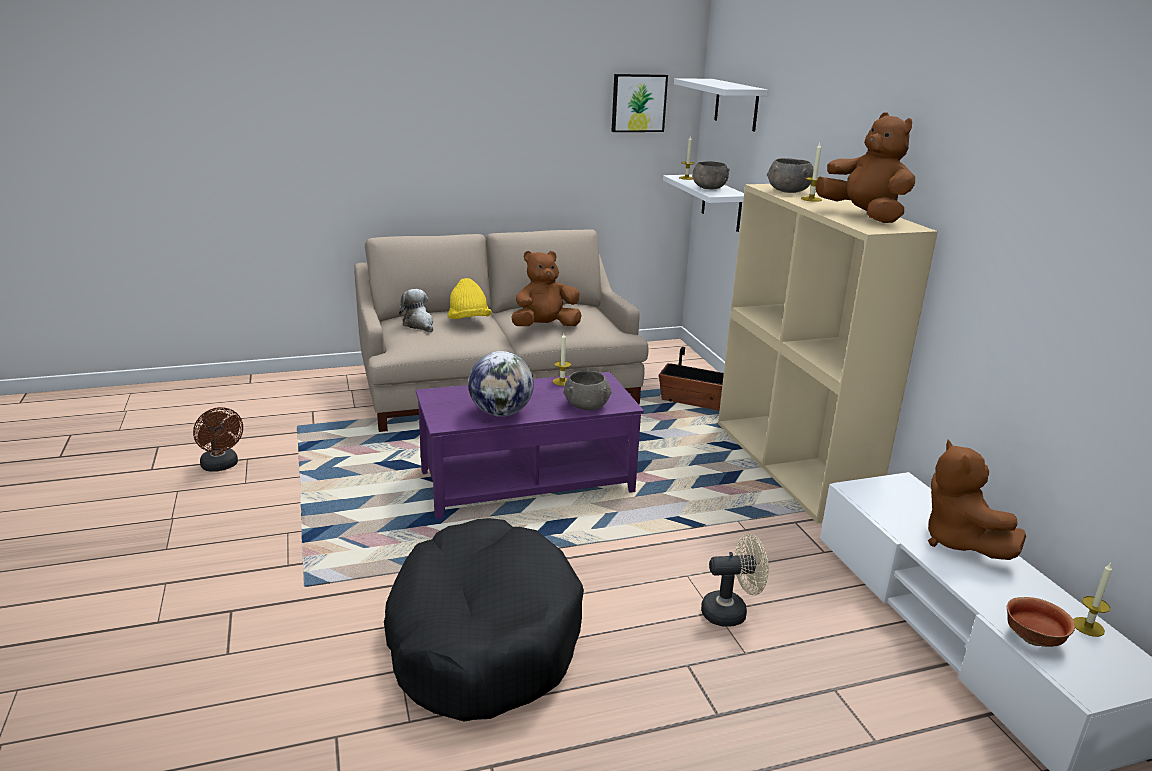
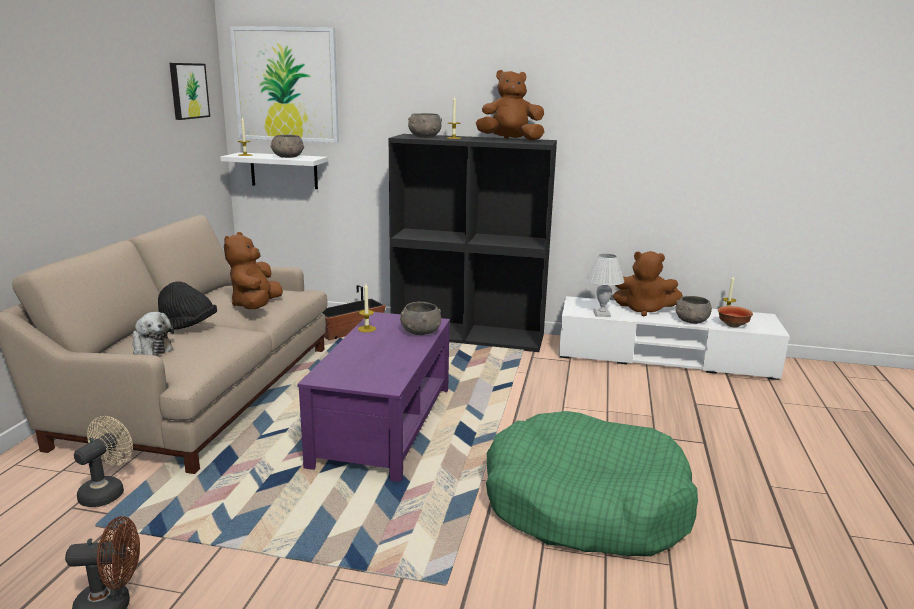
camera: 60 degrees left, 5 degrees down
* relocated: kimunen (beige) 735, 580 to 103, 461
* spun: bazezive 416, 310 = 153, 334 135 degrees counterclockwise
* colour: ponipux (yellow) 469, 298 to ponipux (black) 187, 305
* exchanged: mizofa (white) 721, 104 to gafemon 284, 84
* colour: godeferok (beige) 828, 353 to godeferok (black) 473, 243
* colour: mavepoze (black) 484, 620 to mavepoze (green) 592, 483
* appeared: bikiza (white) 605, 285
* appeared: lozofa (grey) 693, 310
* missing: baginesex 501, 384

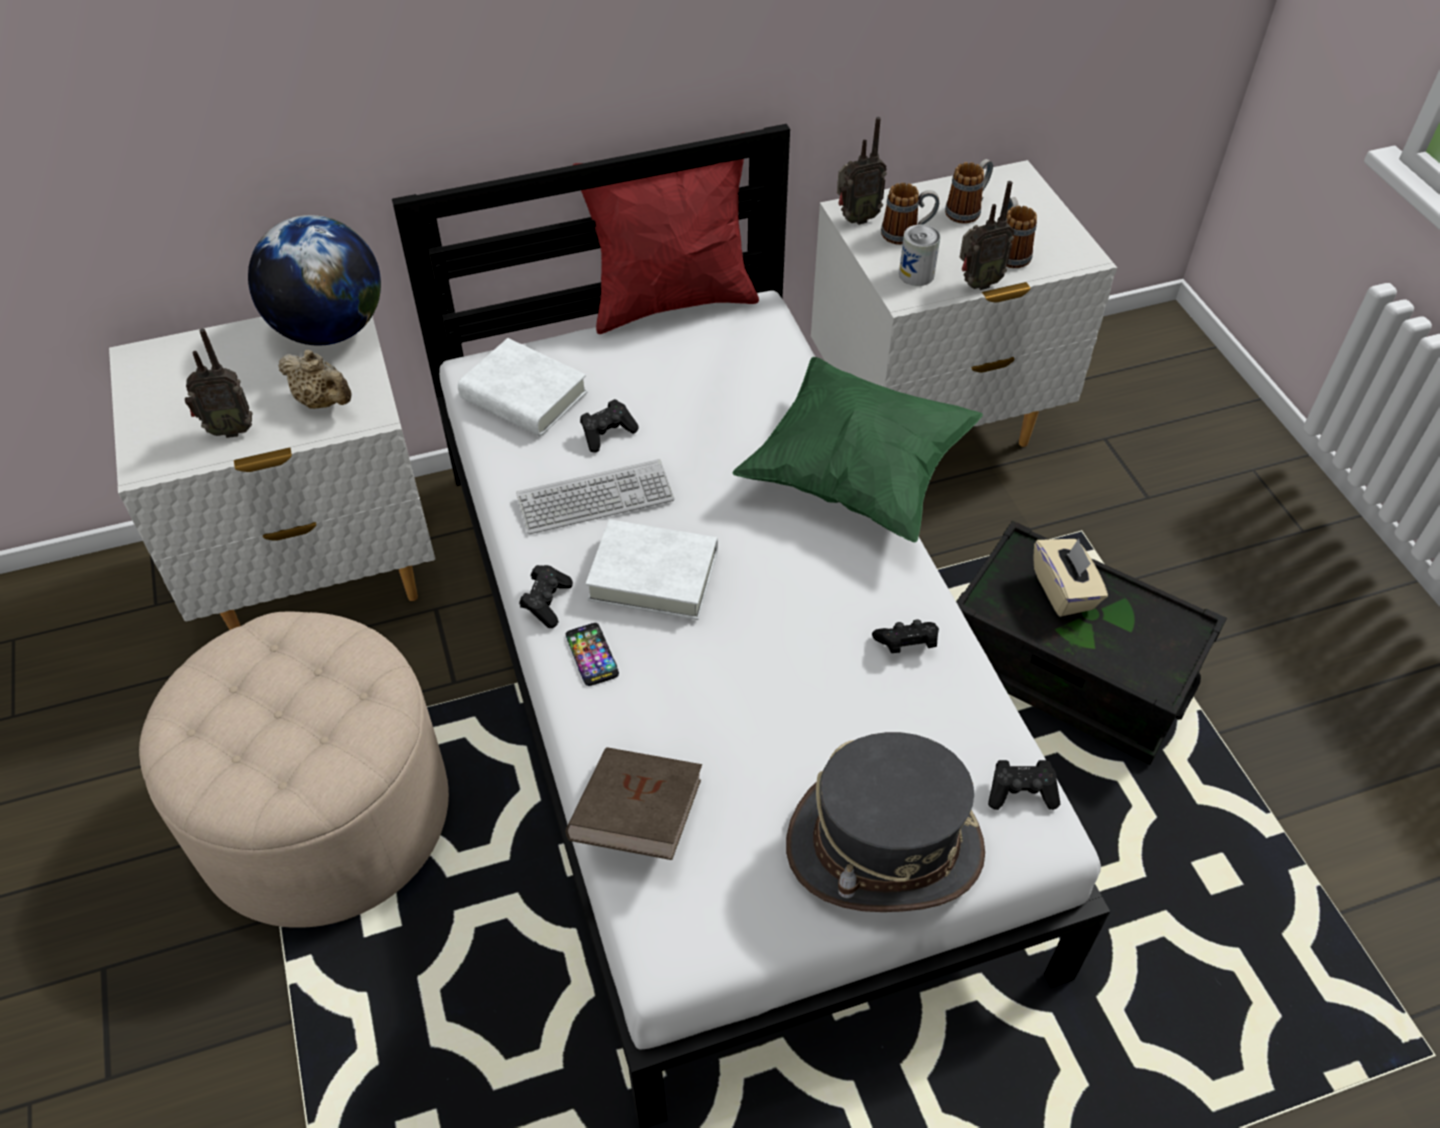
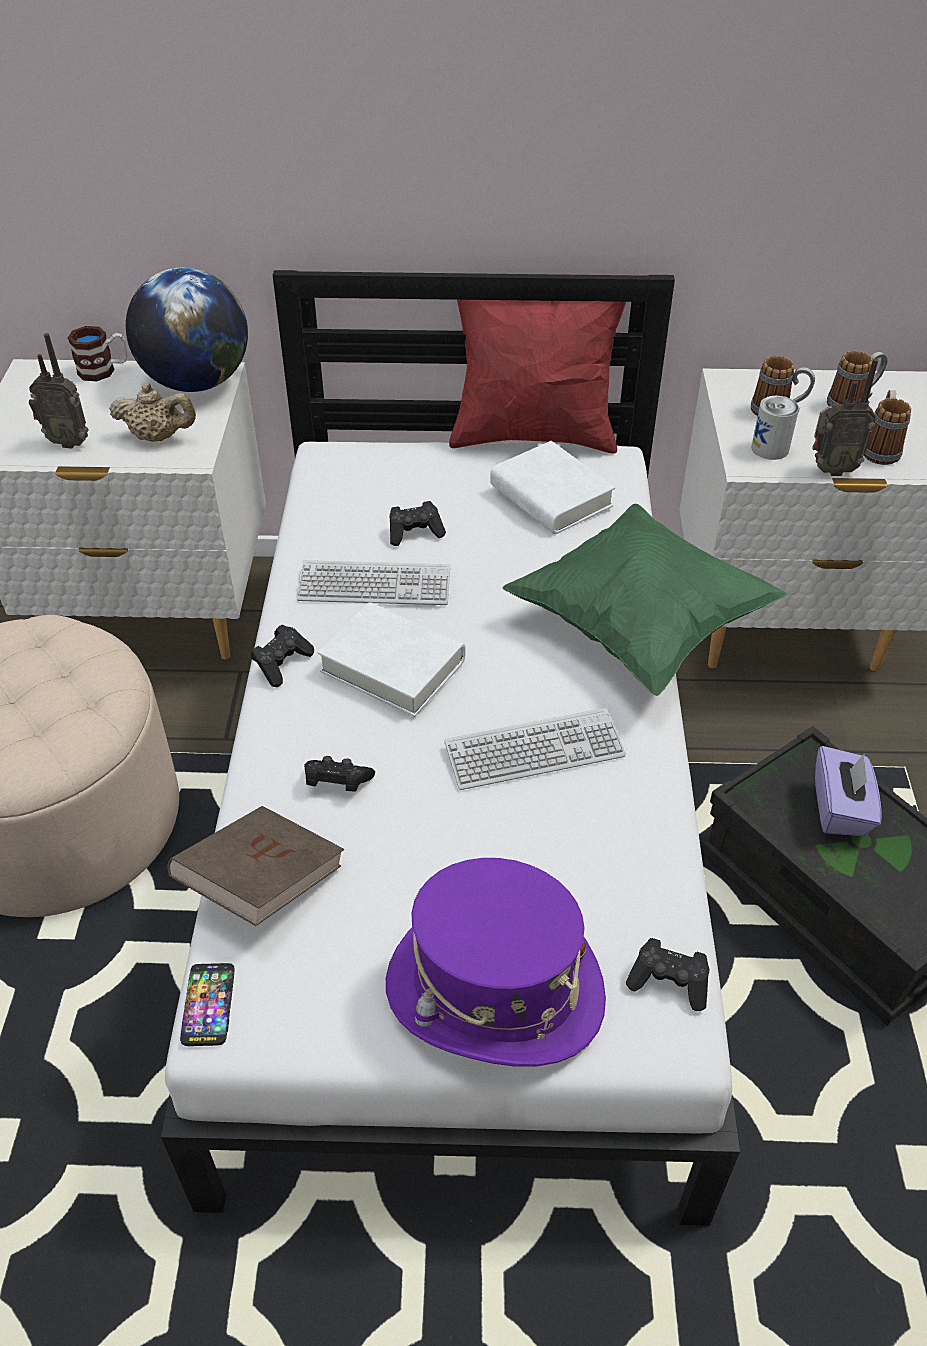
camera: 20 degrees right, 5 degrees down
* appeared: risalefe 97, 353
* spun: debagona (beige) 314, 379 = 152, 412 45 degrees counterclockwise
* relocated: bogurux 592, 654 to 207, 1004
* relocated: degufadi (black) 905, 636 to 339, 774
* colour: ponipux (grey) 885, 822 to ponipux (purple) 496, 962
* appeared: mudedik 535, 749
* relocated: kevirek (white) 523, 387 to 552, 487
* colour: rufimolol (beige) 1070, 578 to rufimolol (purple) 848, 791
* missing: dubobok 862, 171

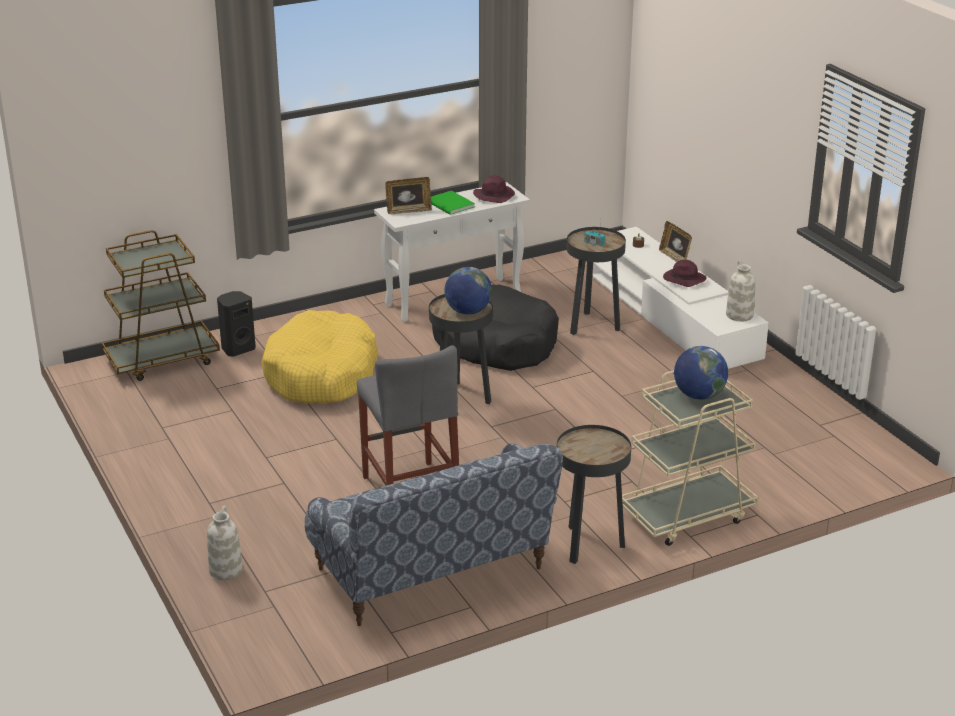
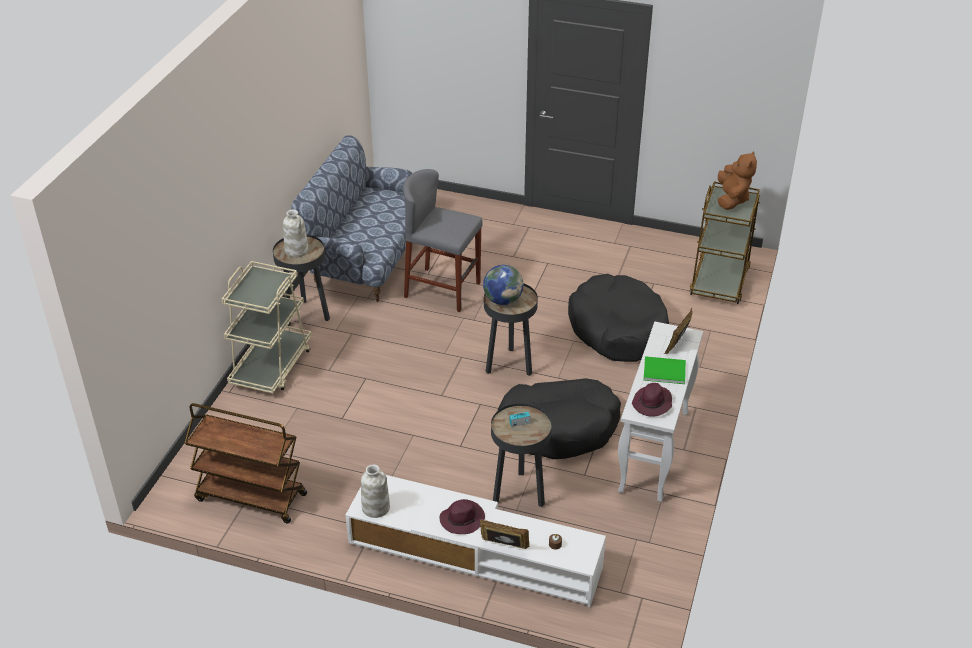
camera: 135 degrees right, 10 degrees up
* appeared: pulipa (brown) 246, 463
* relocated: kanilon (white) 225, 543 to 296, 234
* colour: mavepoze (yellow) 319, 357 to mavepoze (black) 618, 318
* appeared: bazezive (brown) 737, 180
* missing: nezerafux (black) 236, 324
* missing: baginesex 701, 373

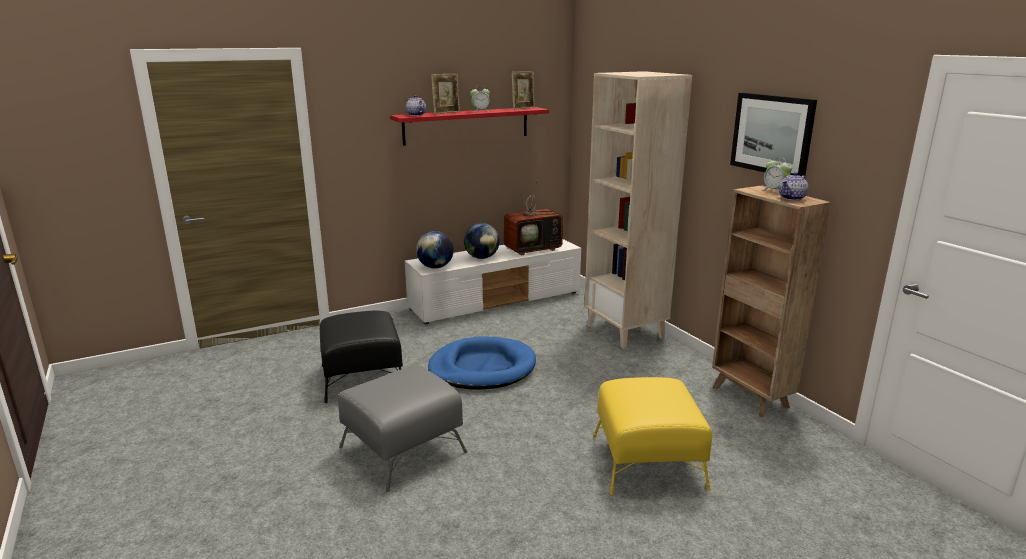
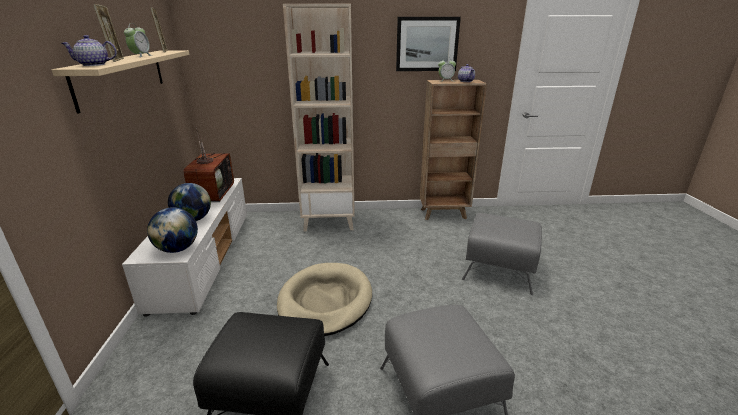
camera: 65 degrees left, 5 degrees up
* colour: mizofa (red) 469, 126 to mizofa (beige) 121, 82
* colour: mavepoze (blue) 482, 363 to mavepoze (beige) 324, 299
* colour: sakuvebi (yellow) 652, 436 to sakuvebi (grey) 502, 254

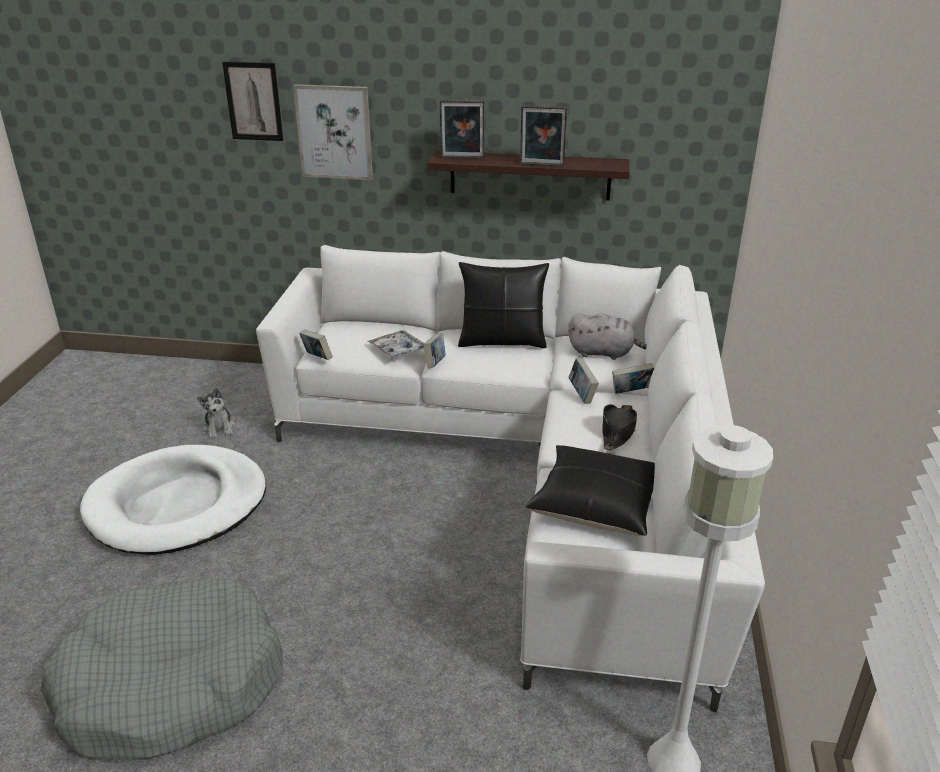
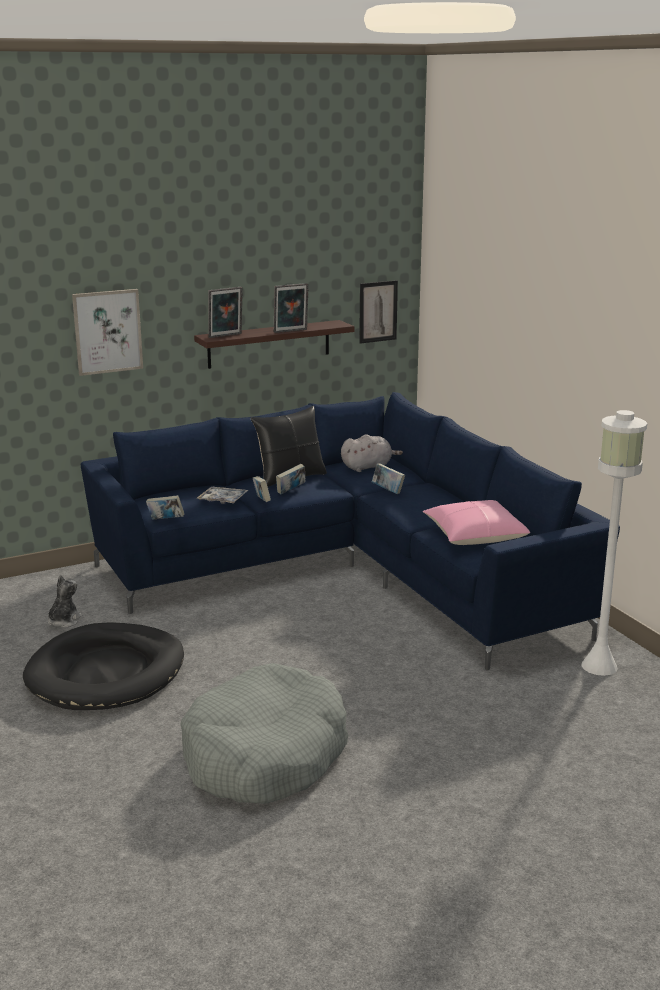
camera: 35 degrees left, 10 degrees down
* colour: mavepoze (white) 173, 500 to mavepoze (black) 103, 666
* spun: bazezive 216, 413 = 65, 601 105 degrees counterclockwise
* colour: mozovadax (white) 510, 478 to mozovadax (blue) 350, 531
* relocated: kevirek 633, 378 to 290, 479
* relocated: gafemon 252, 101 to 378, 312
* colour: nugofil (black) 590, 490 to nugofil (pink) 477, 522
* missing: ponipux (black) 619, 427

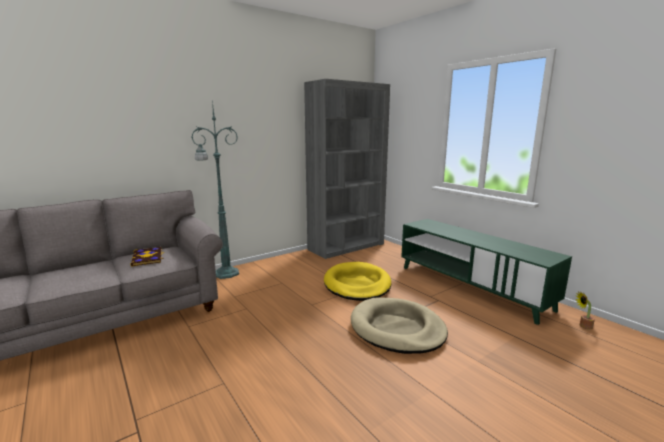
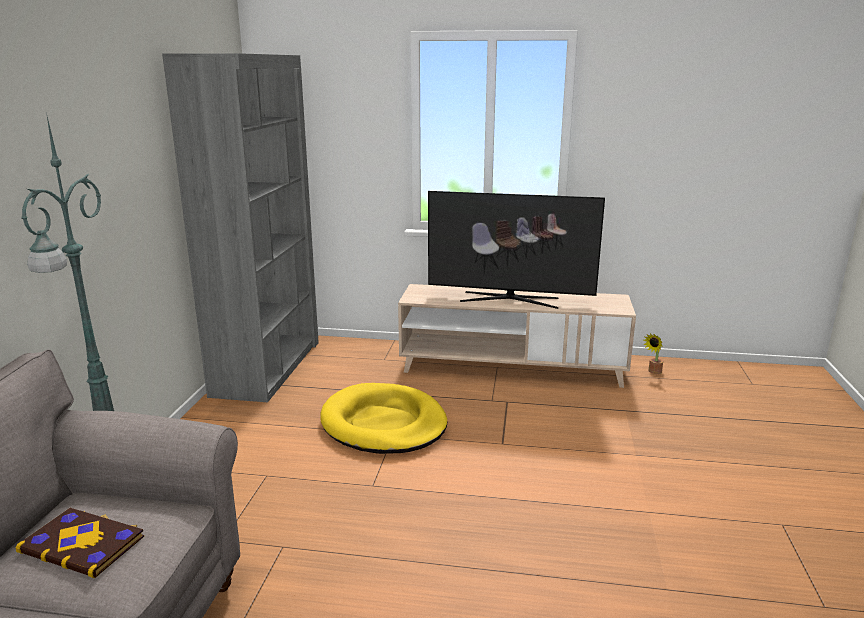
camera: 45 degrees left, 5 degrees up
* colour: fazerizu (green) 486, 272 to fazerizu (beige) 517, 336
* appeared: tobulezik 516, 250
* missing: mavepoze (beige) 399, 325

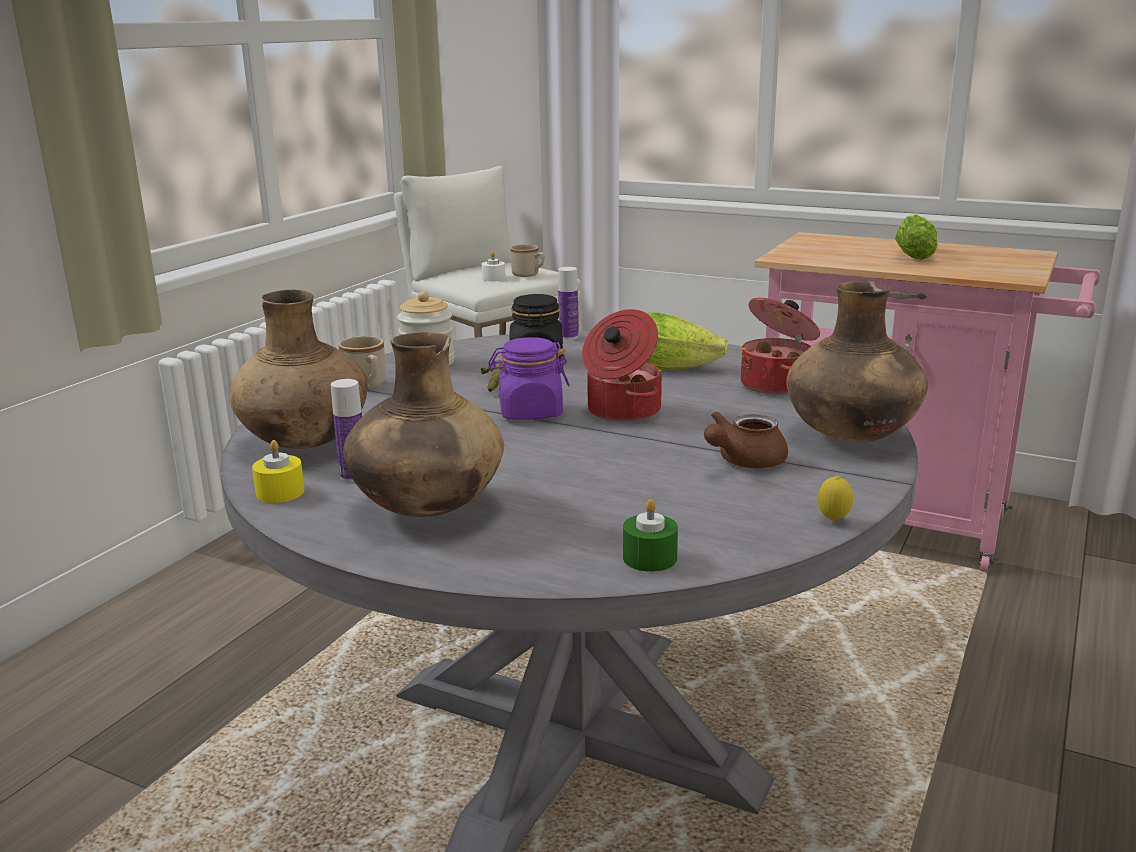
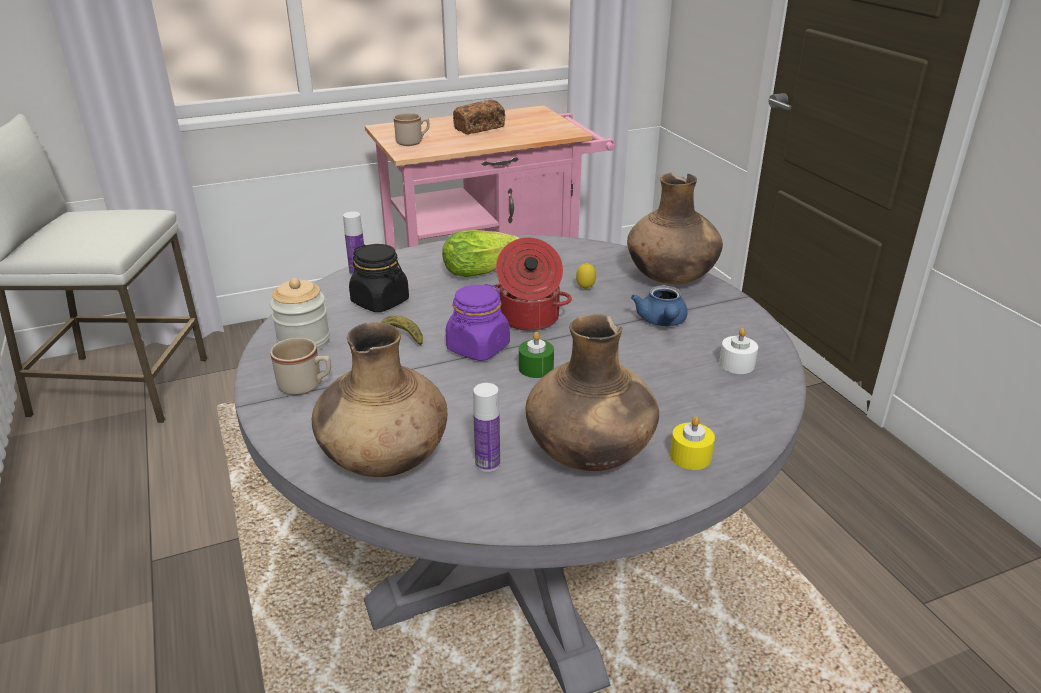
camera: 50 degrees left, 10 degrees up
* relocated: risalefe (beige) 527, 261 to 411, 129
* exchanged: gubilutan 916, 237 to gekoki 479, 117
* relocated: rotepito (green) 650, 535 to 536, 355
* relocated: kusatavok 835, 498 to 586, 276
* colour: debagona (brown) 746, 439 to debagona (blue) 659, 305
* relocated: rotepito (yellow) 278, 471 to 692, 443
* relocated: rotepito (white) 493, 266 to 738, 351
* missing: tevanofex 780, 346

